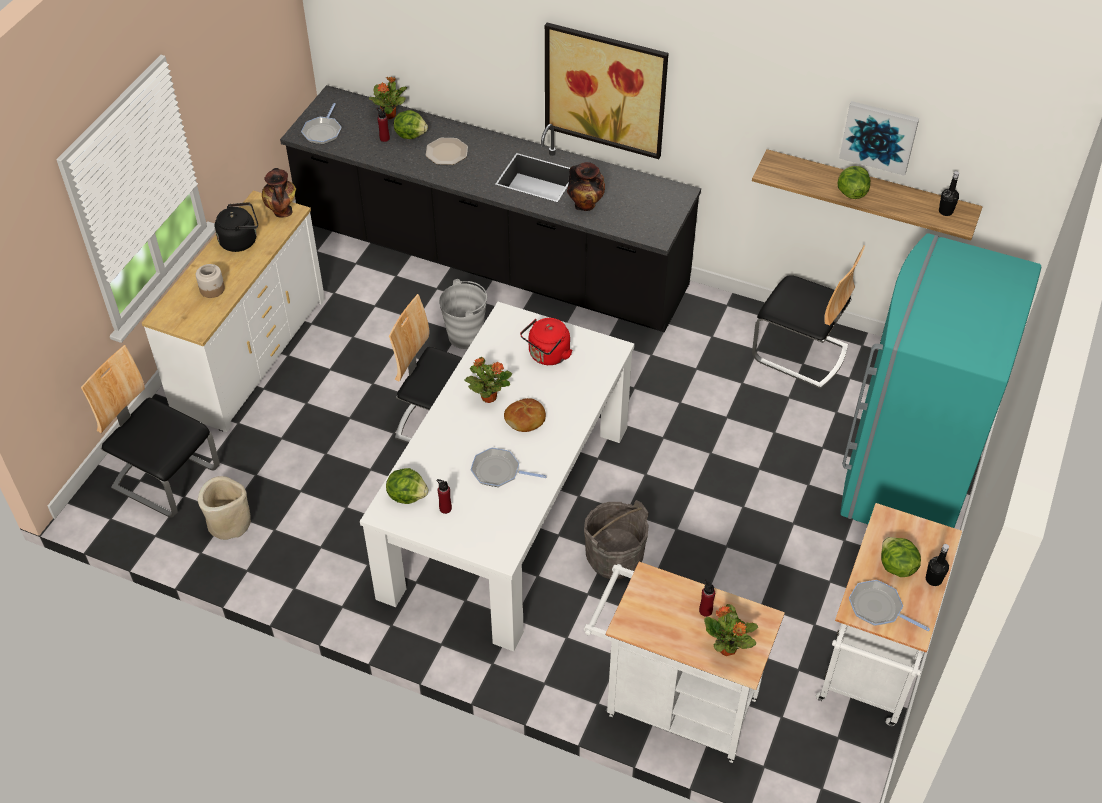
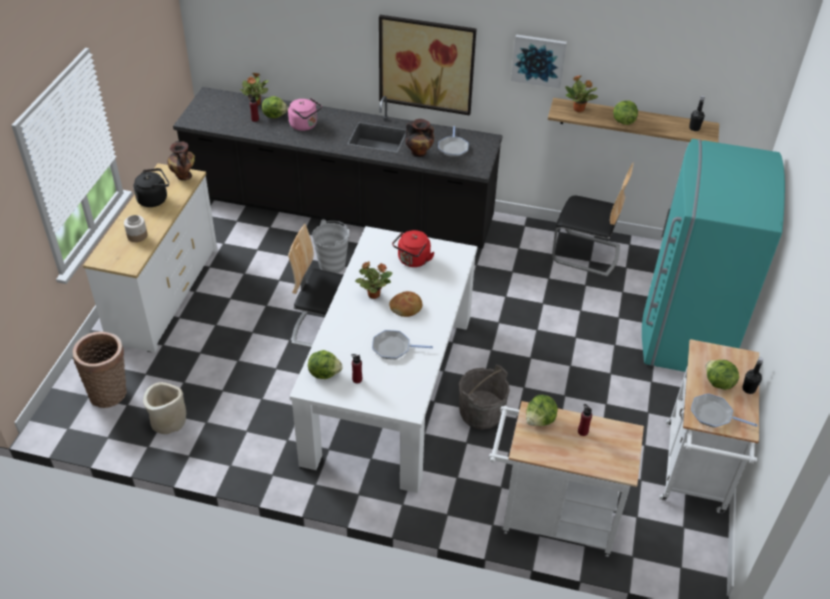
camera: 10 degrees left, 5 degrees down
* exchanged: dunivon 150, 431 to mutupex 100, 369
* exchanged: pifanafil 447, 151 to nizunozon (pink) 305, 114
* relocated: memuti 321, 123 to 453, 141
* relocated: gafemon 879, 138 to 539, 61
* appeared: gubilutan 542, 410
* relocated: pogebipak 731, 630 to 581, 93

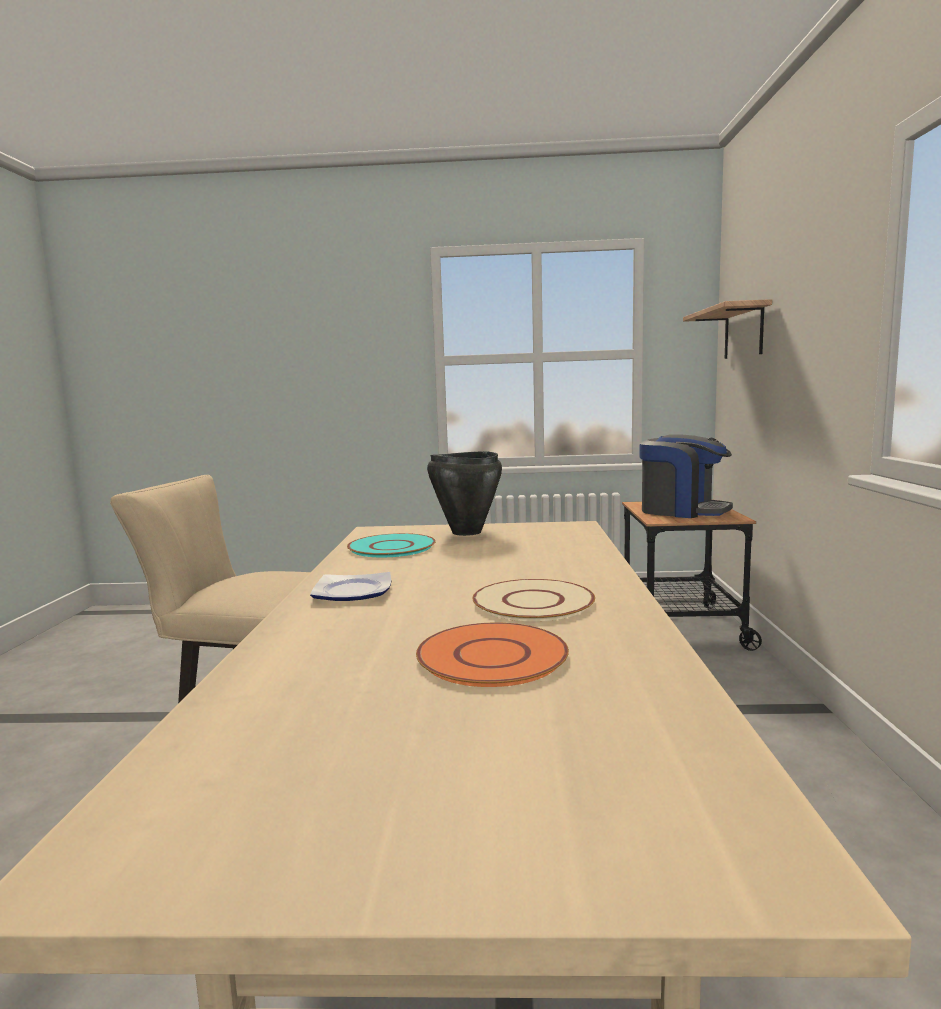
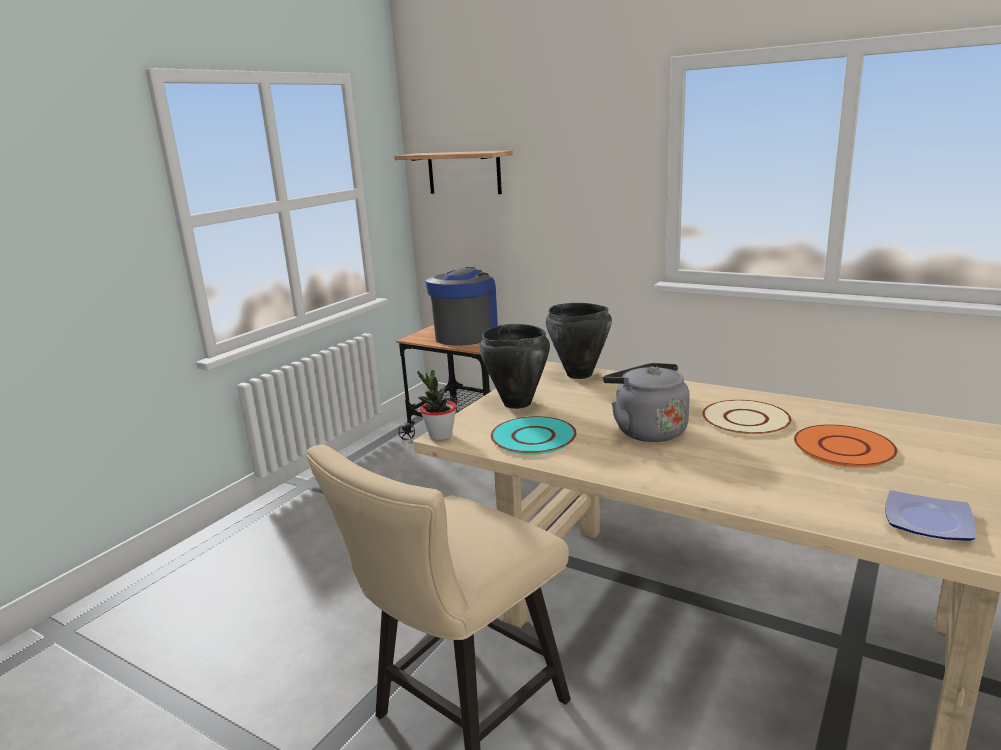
camera: 60 degrees left, 10 degrees up
* appeared: pogebipak 437, 405
* spun: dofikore 686, 476 = 461, 306 45 degrees counterclockwise
* appeared: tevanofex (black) 579, 341
* appeared: nizunozon (grey) 646, 402
* relocated: pifanafil 350, 586 to 930, 515

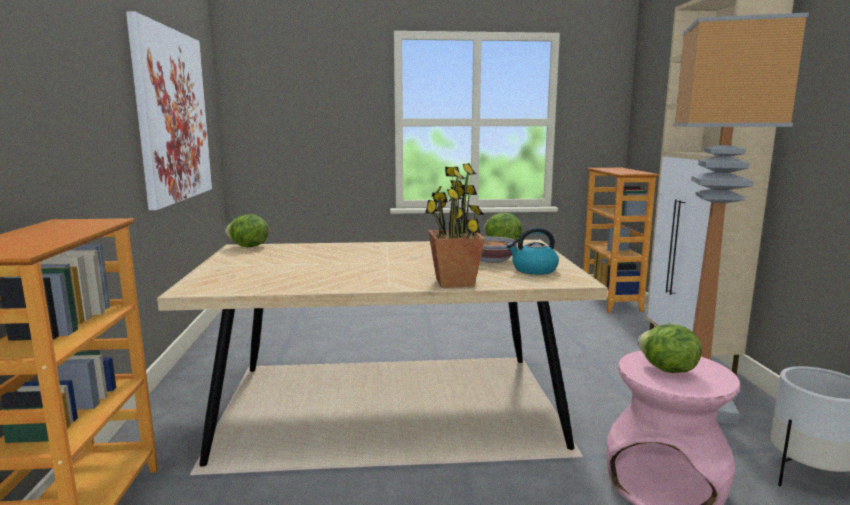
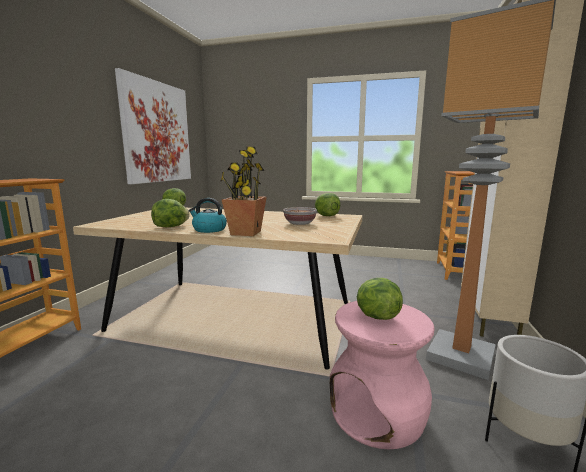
camera: 20 degrees right, 0 degrees up
* appeared: gubilutan 170, 213
* relocated: nizunozon 533, 251 to 208, 215

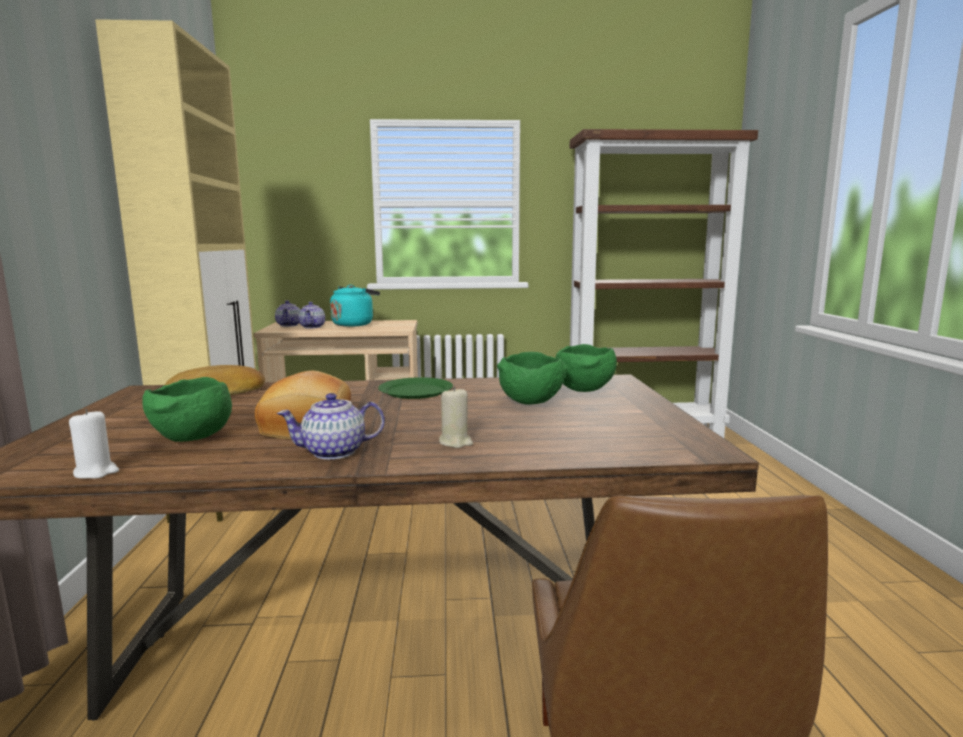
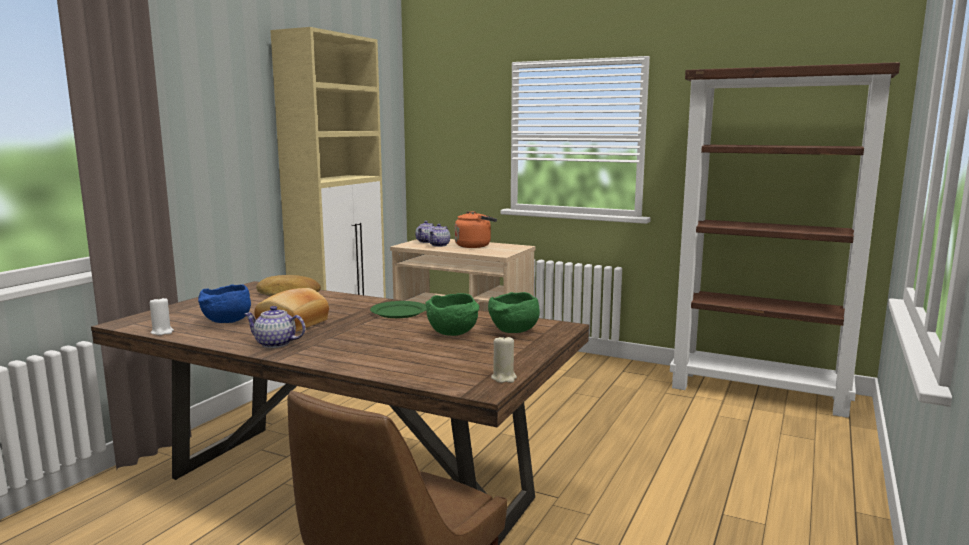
camera: 30 degrees right, 0 degrees up
* colour: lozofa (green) 187, 409 to lozofa (blue) 224, 303
* colour: nizunozon (turquoise) 355, 306 to nizunozon (orange) 476, 229
* relocated: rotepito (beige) 456, 417 to 504, 359

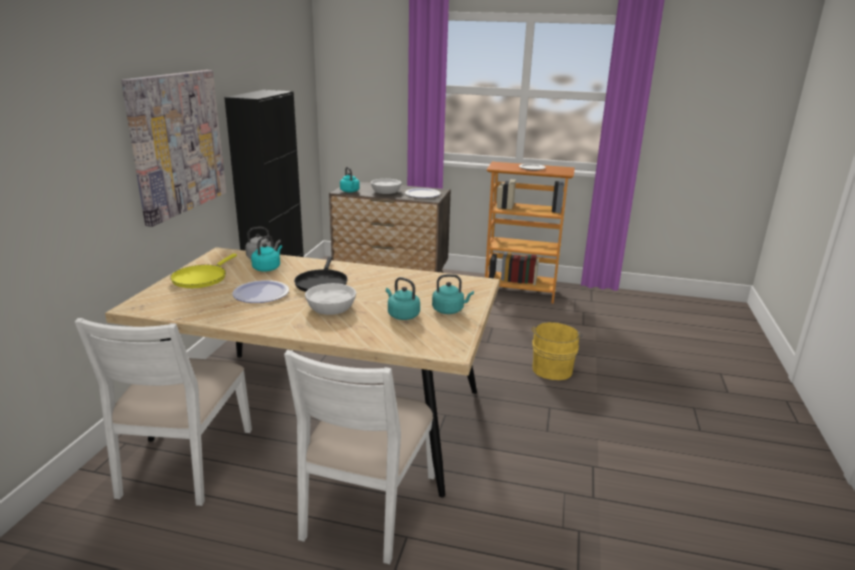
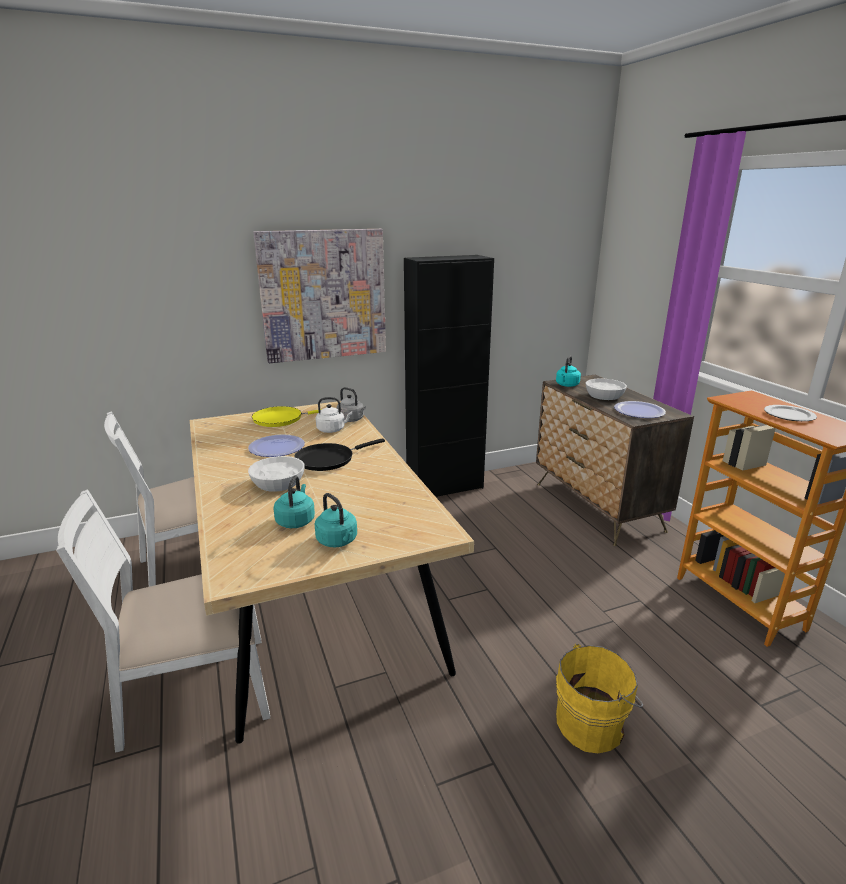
camera: 55 degrees right, 0 degrees up
* colour: nizunozon (turquoise) 266, 254 to nizunozon (white) 334, 415

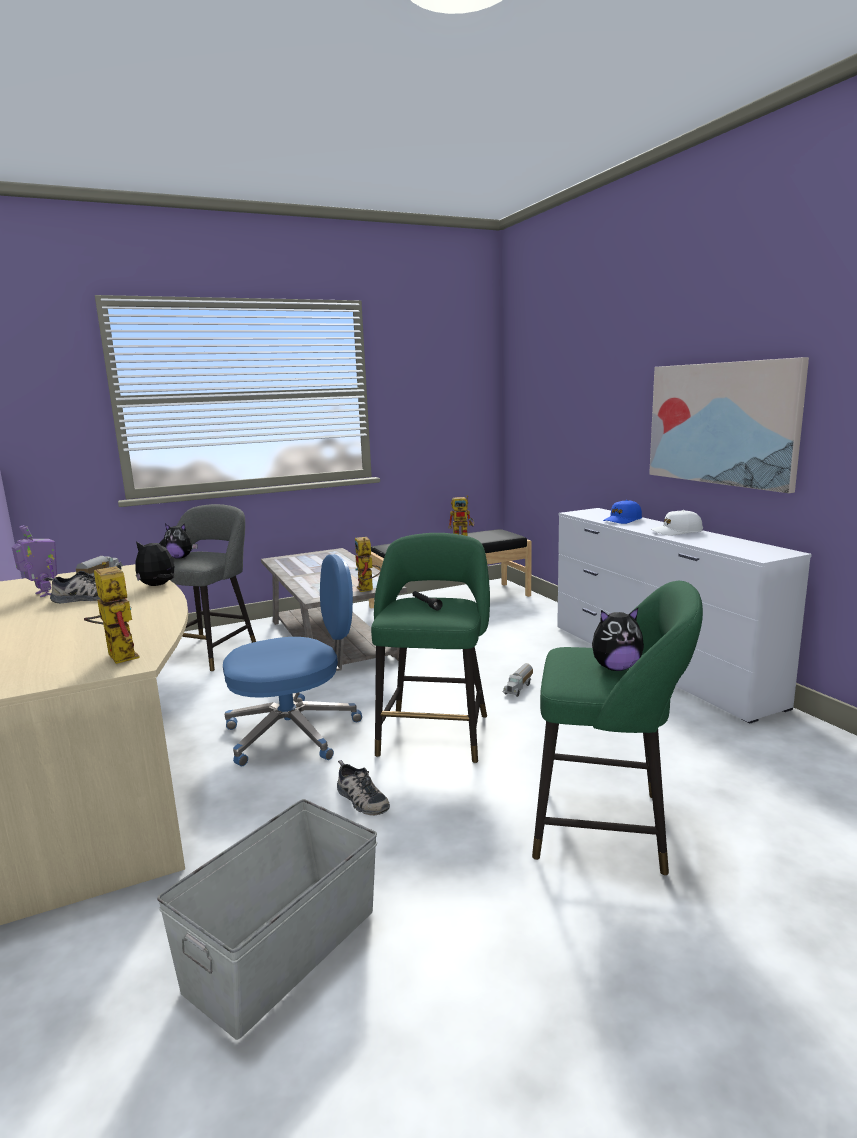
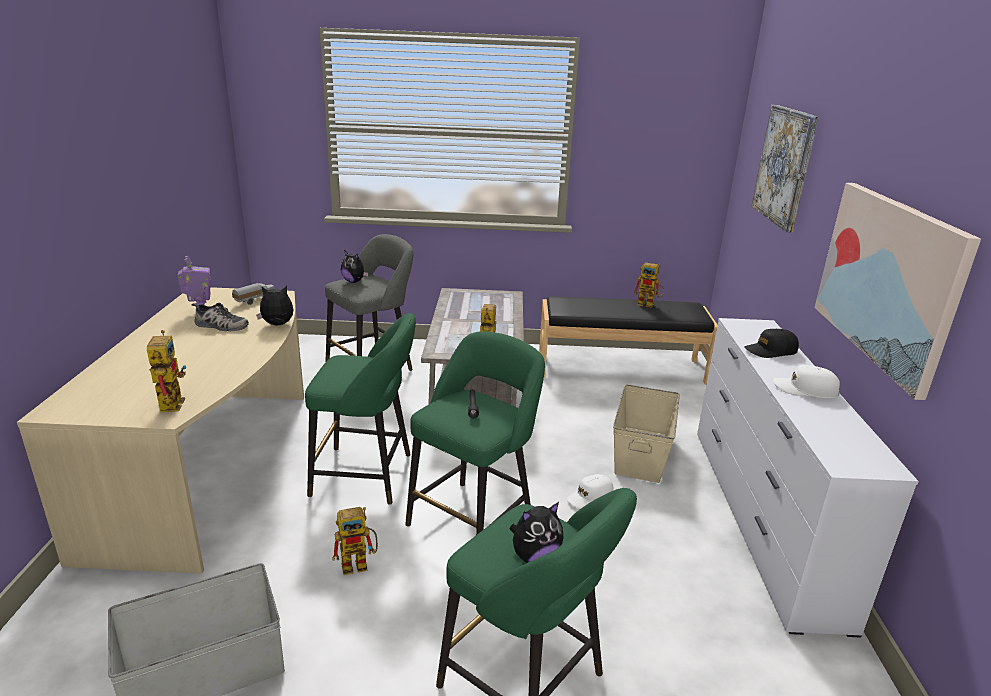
camera: 25 degrees right, 10 degrees up
* exchanged: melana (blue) 292, 660 to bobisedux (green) 360, 409
* exchanged: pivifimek 363, 788 to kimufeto 355, 541
* spun: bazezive 618, 639 = 537, 532 45 degrees counterclockwise
* exchanged: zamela 518, 680 to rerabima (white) 590, 491
* appeared: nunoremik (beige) 646, 433
* colour: rerabima (blue) 622, 512 to rerabima (black) 771, 343
* appeared: gafemon 785, 168

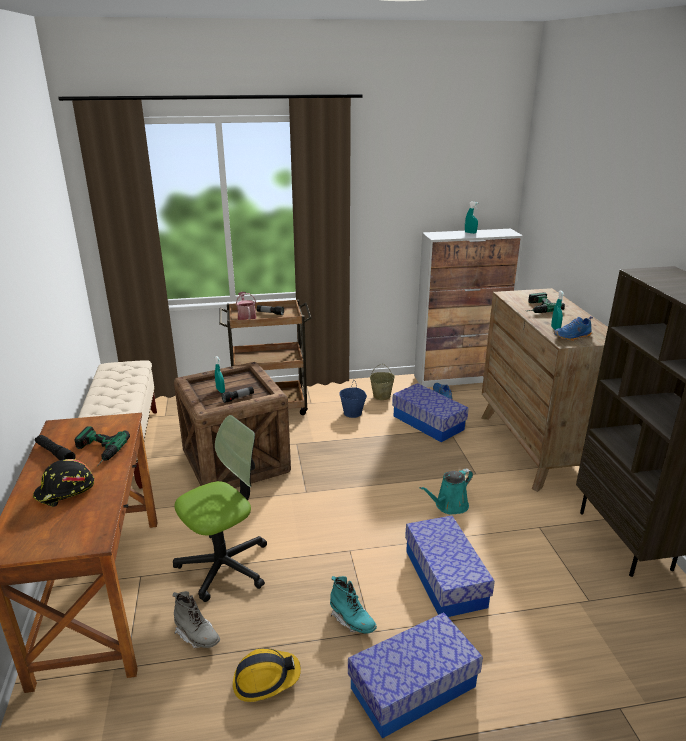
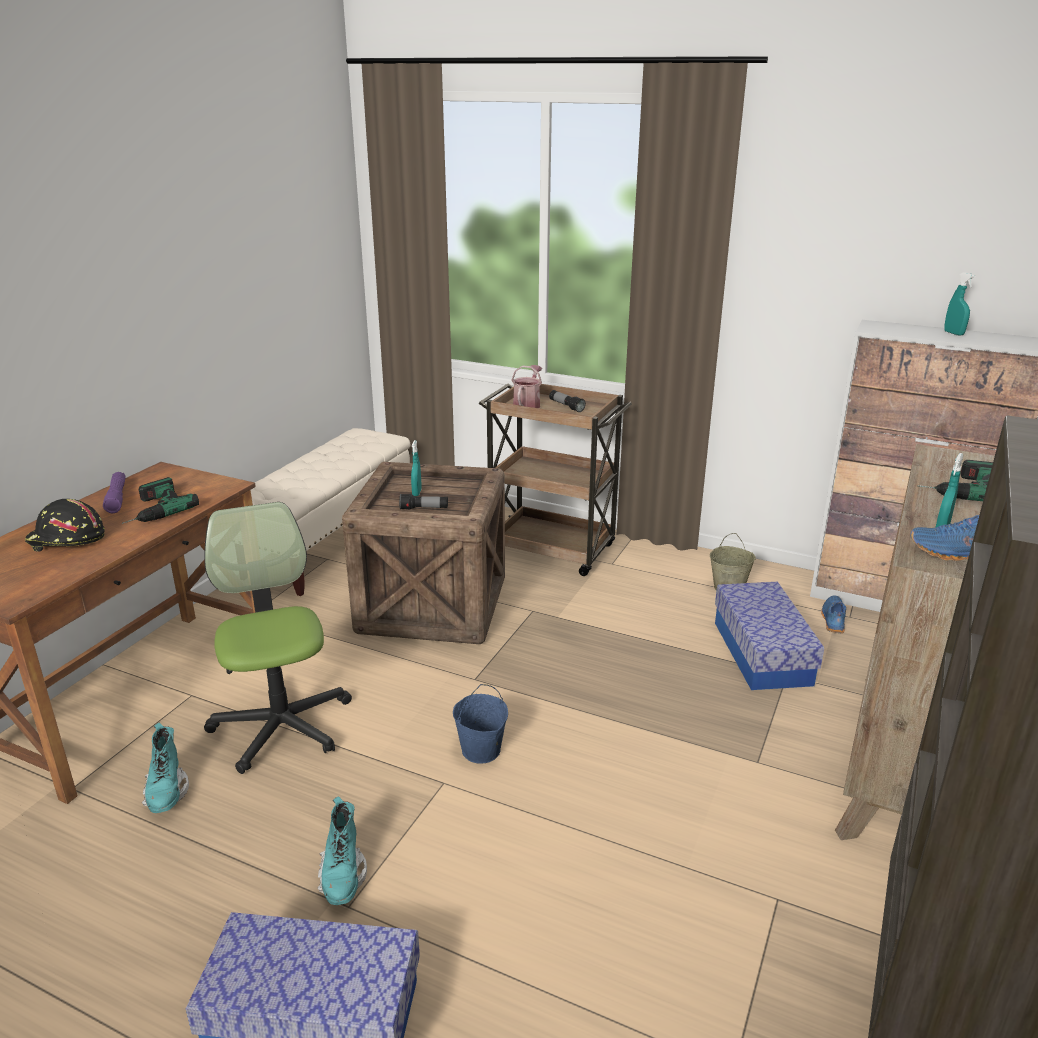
camera: 35 degrees right, 0 degrees up
* colour: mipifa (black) 55, 447 to mipifa (purple) 114, 492
* colour: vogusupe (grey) 196, 619 to vogusupe (turquoise) 165, 768
* spun: melana 220, 508 = 278, 638 105 degrees counterclockwise
* relocated: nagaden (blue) 353, 399 to 480, 724
* missing: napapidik 267, 675
* missing: nunoremik 450, 566
* missing: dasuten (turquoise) 446, 491

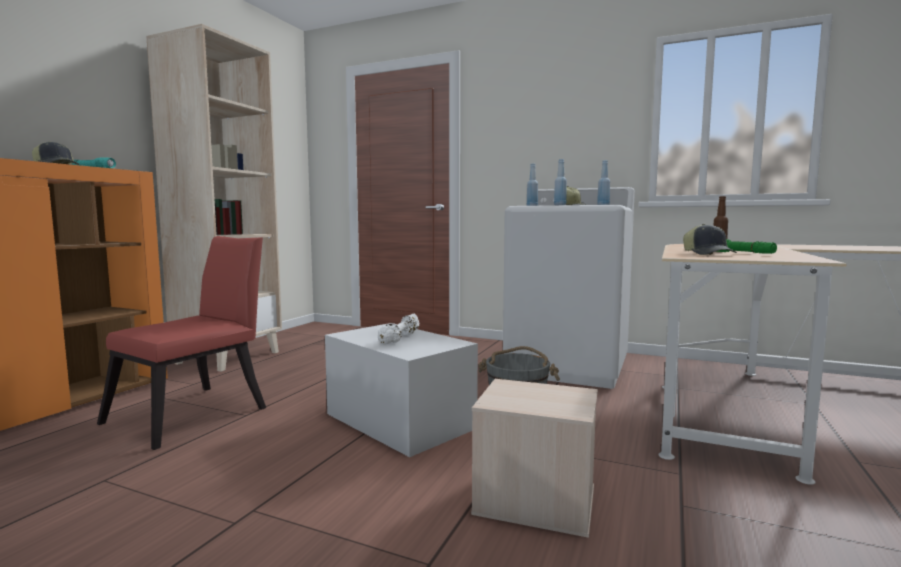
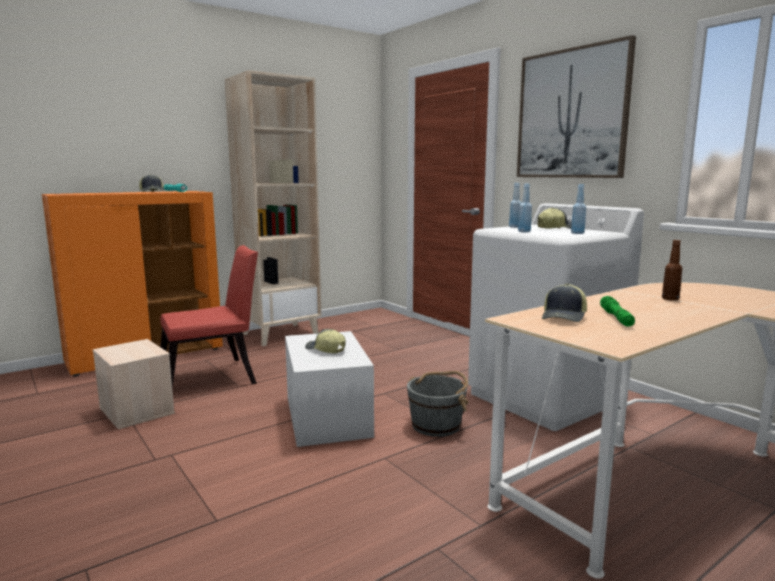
camera: 30 degrees right, 5 degrees up
* relocated: nunoremik (beige) 534, 458 to 134, 384
* exchanged: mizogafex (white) 398, 328 to rerabima 325, 341
* appeared: gafemon 576, 106

